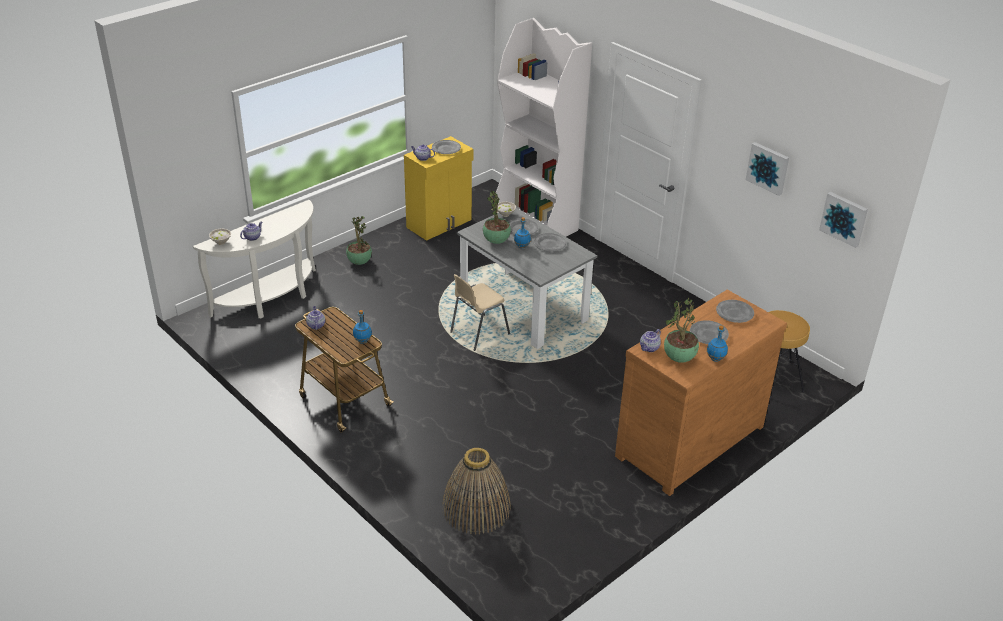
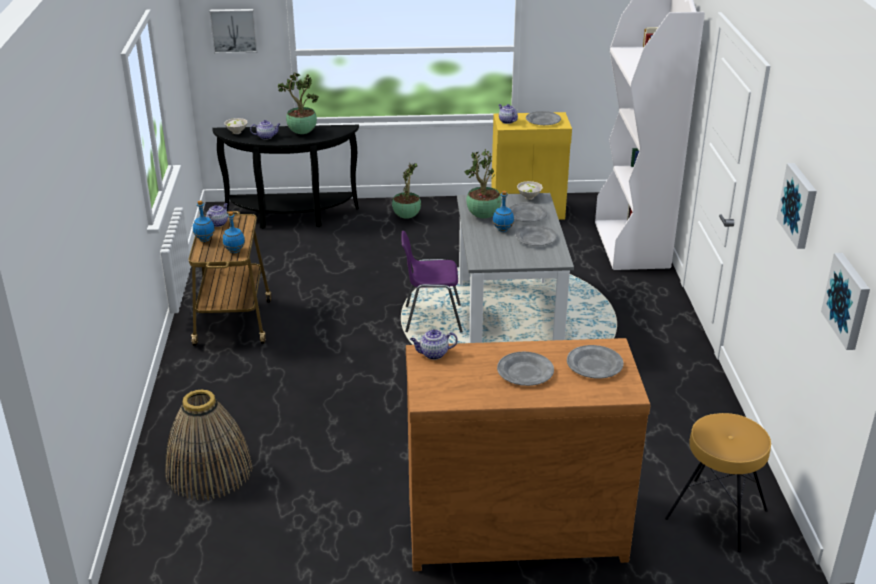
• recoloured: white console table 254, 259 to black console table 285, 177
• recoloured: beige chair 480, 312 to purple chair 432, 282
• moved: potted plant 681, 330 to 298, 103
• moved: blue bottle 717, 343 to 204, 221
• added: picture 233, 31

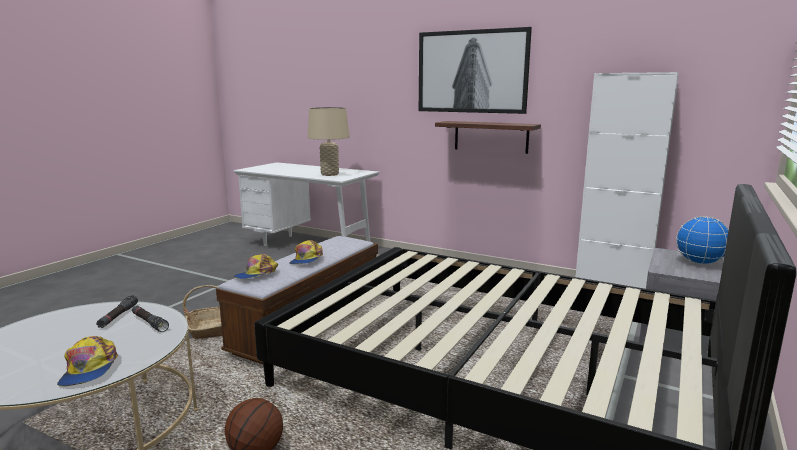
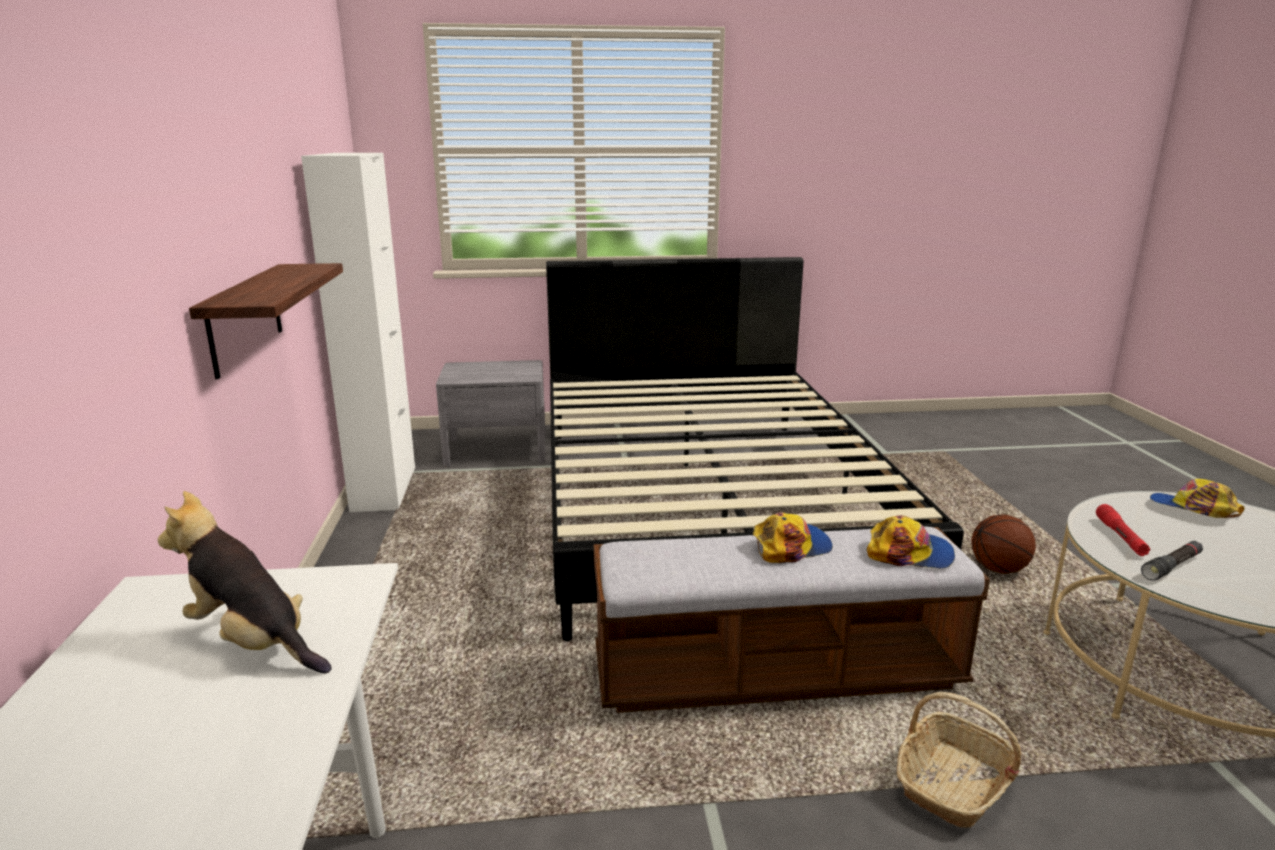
• removed: picture 475, 70
• replaced: beige table lamp 328, 141 to plush toy 244, 582
• removed: globe 702, 240
• recoloured: black flashlight 150, 319 to red flashlight 1123, 530
• turned: cap 87, 361 = 1197, 498 90 degrees counterclockwise

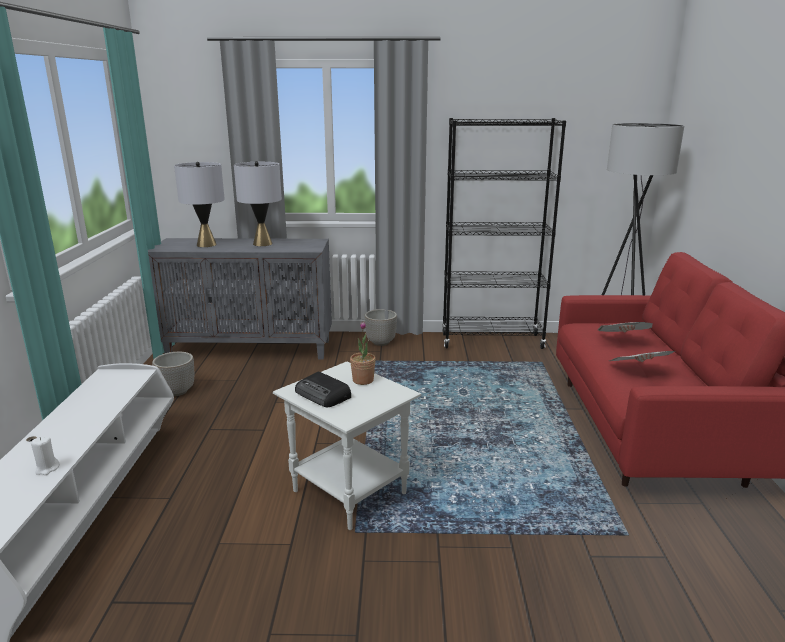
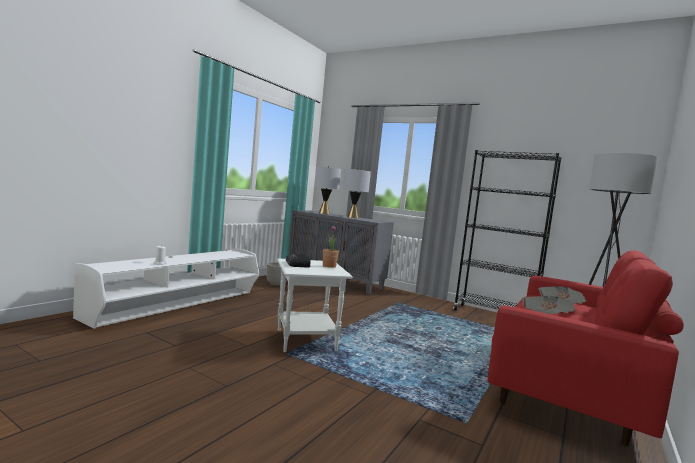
• removed: planter 380, 327

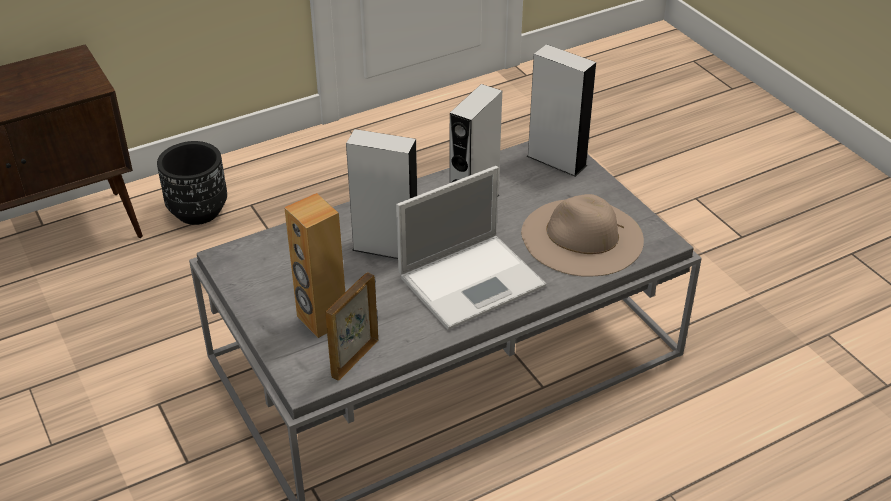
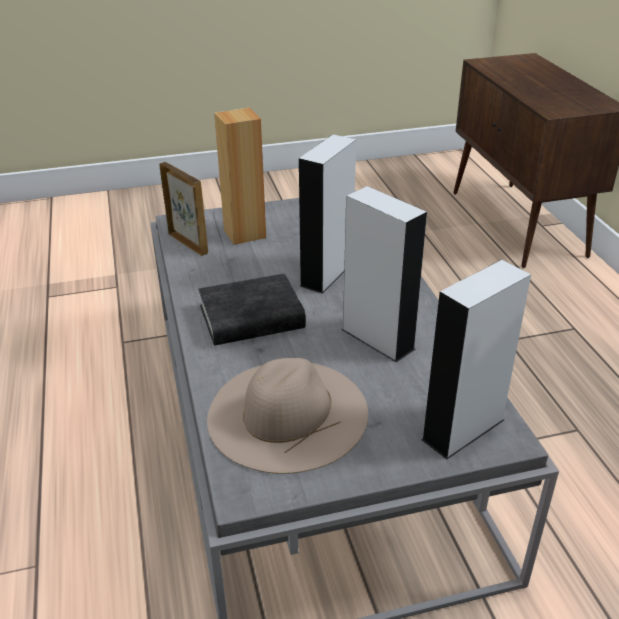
• removed: black planter 192, 183
• replaced: laptop 471, 248 to black book 252, 309

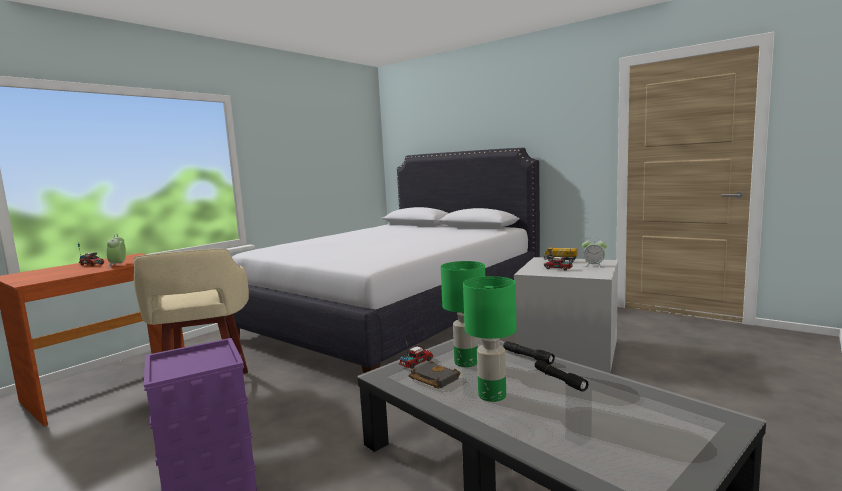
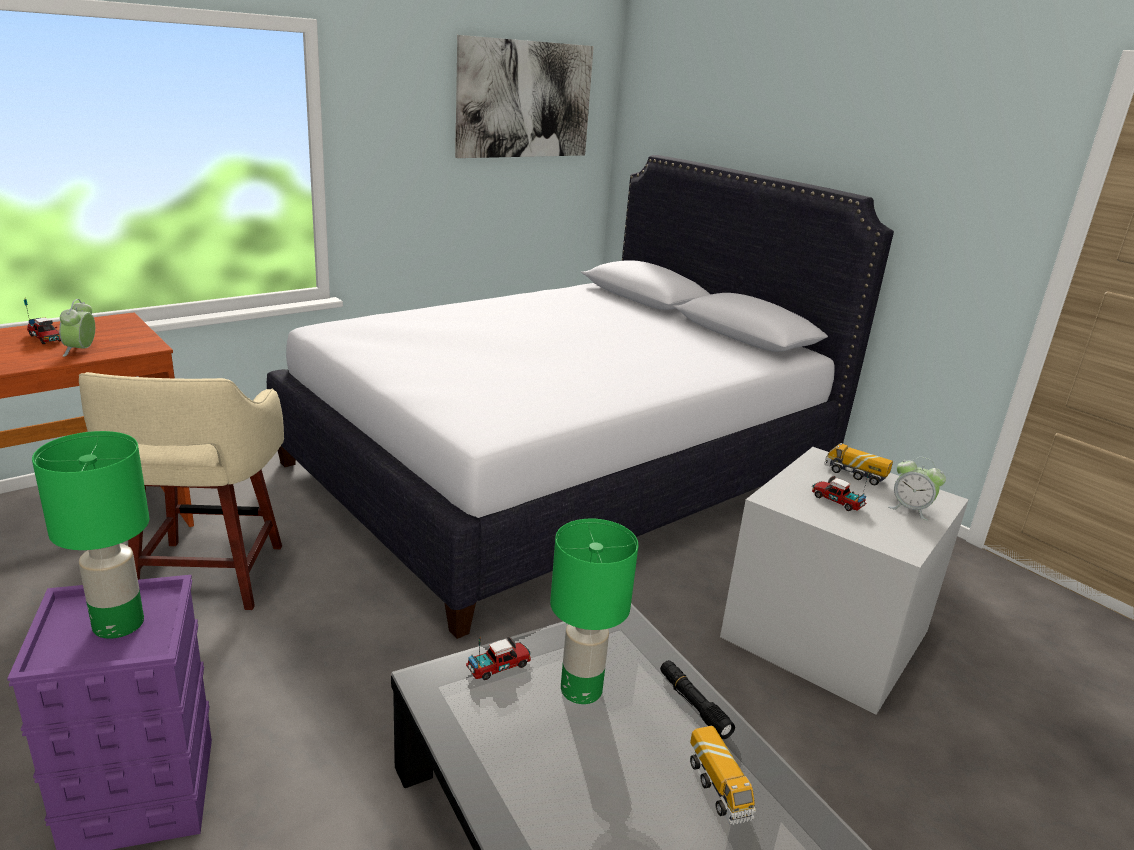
• moved: green table lamp 490, 339 to 90, 535
• replaced: black flashlight 561, 376 to toy truck 723, 775
• removed: black book 435, 375
• added: picture 524, 96

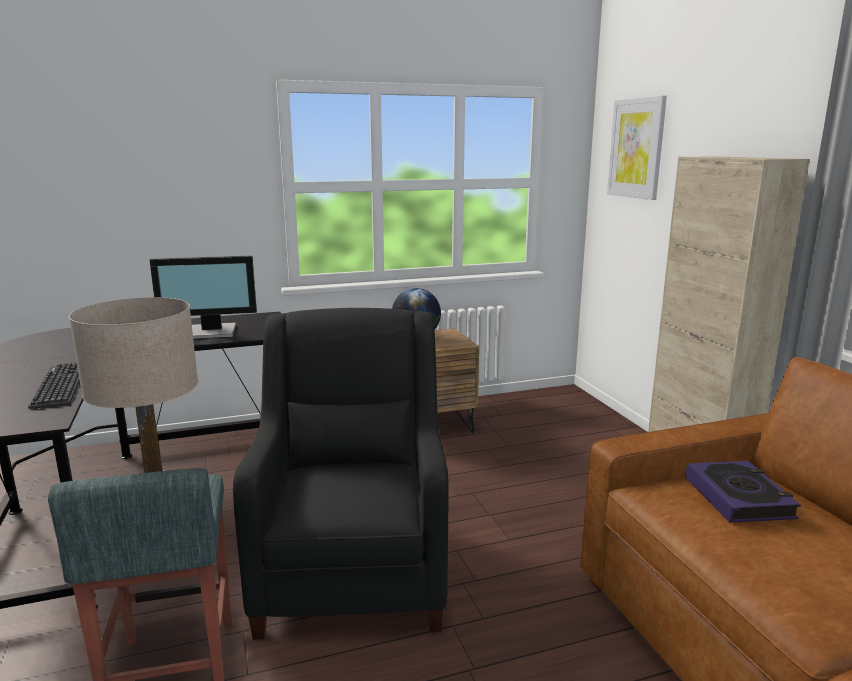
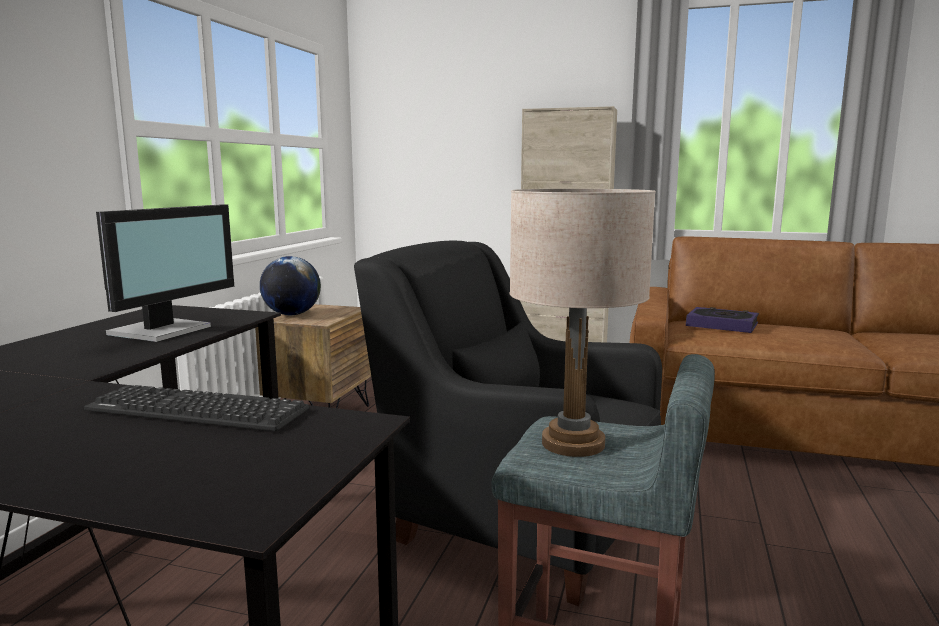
• removed: picture 637, 148

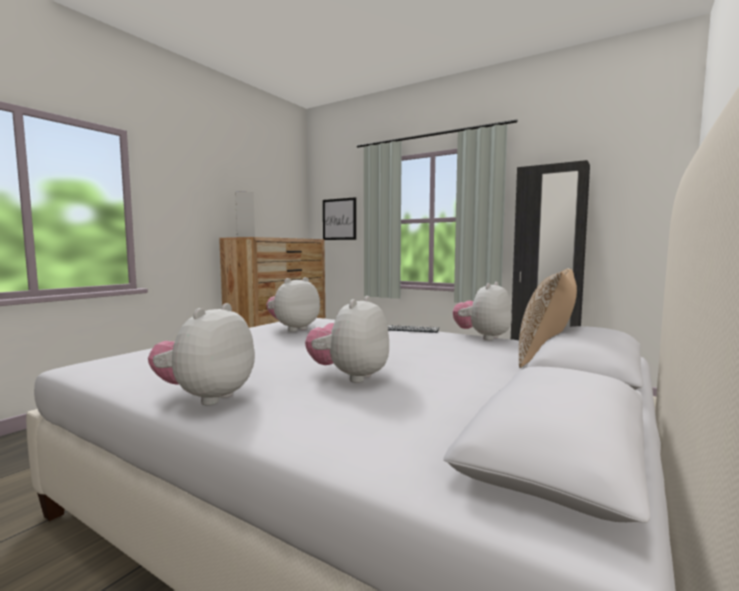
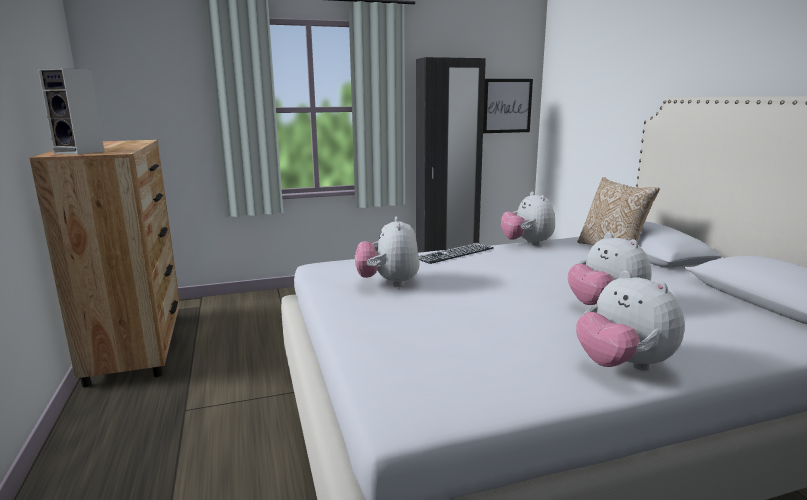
• moved: picture 339, 218 to 508, 106

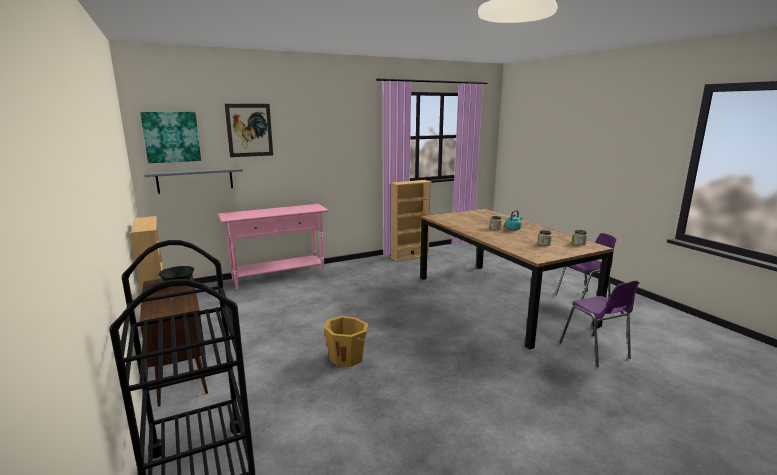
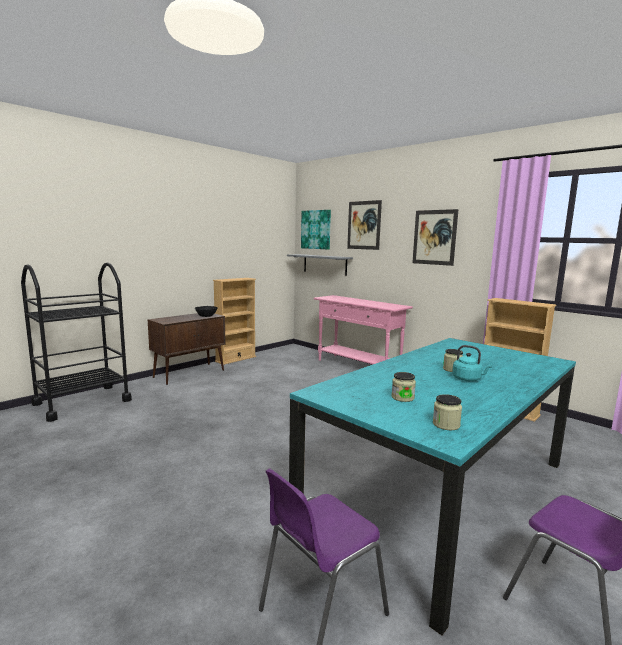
• recoloured: brown dining table 517, 279 to turquoise dining table 432, 486
• removed: orange bucket 346, 341
• added: picture 435, 237

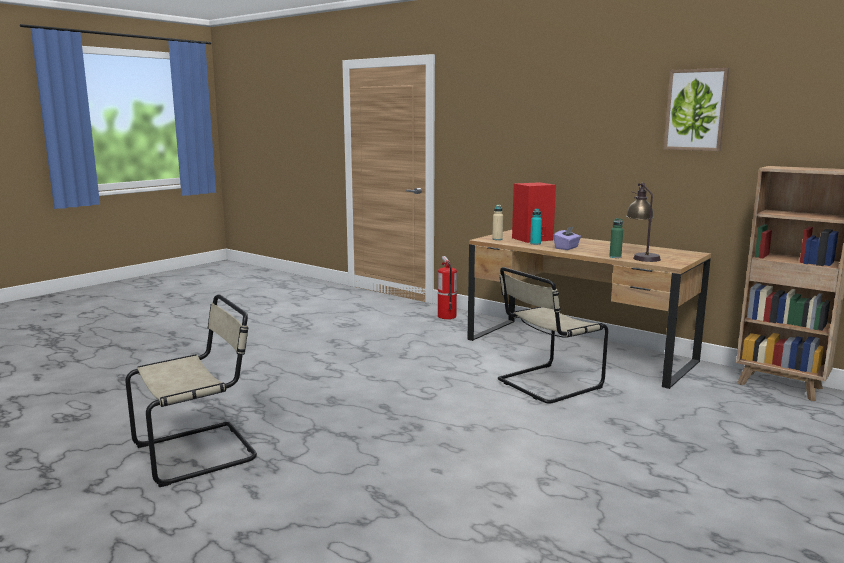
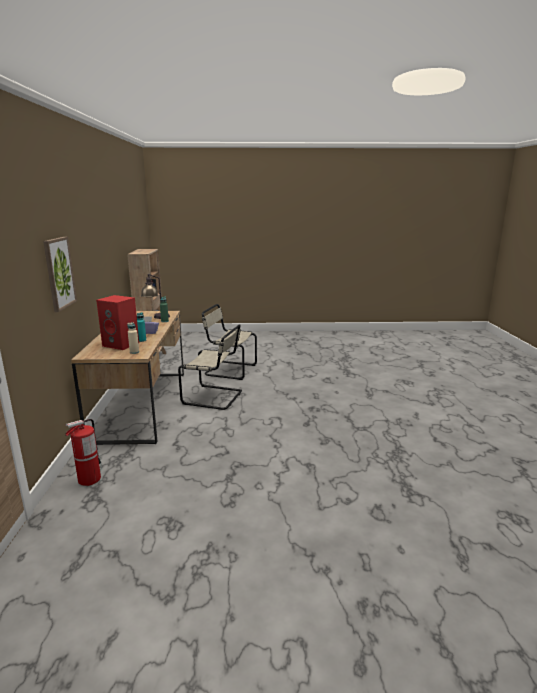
• moved: picture 696, 109 to 60, 274
• moved: beige chair 191, 390 to 229, 342

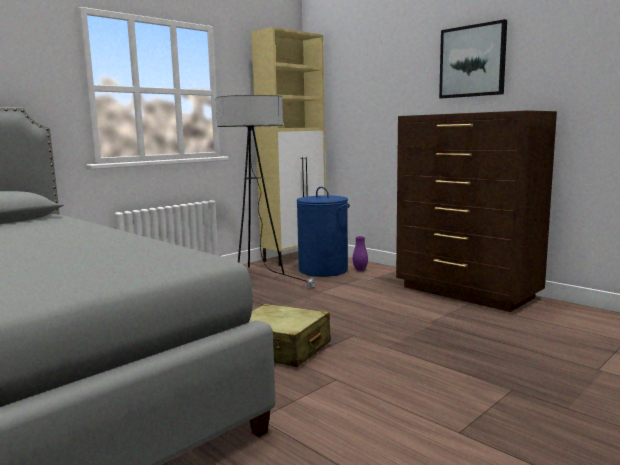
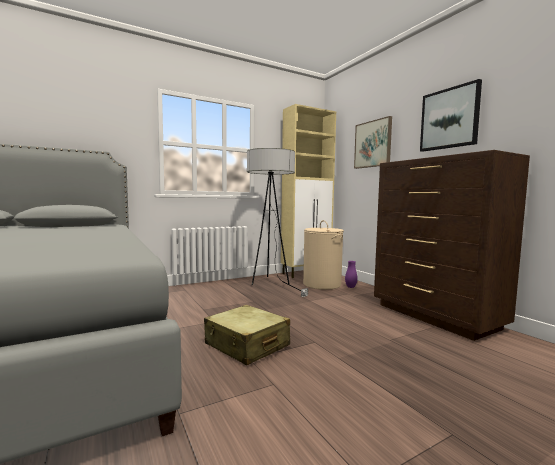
• recoloured: blue laundry basket 323, 232 to beige laundry basket 323, 255
• added: picture 373, 142

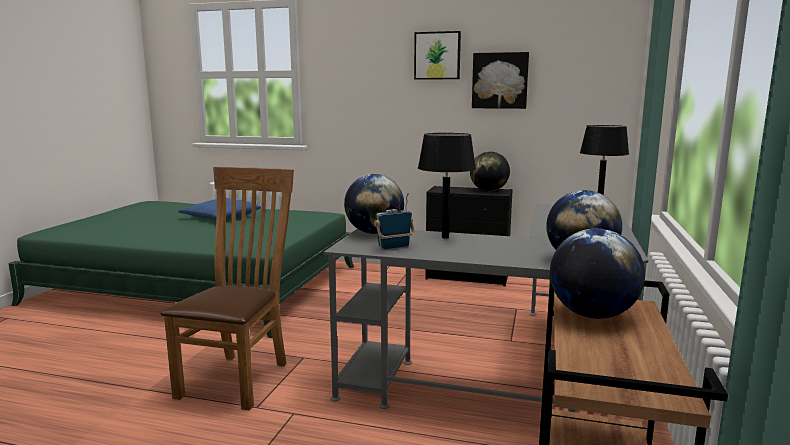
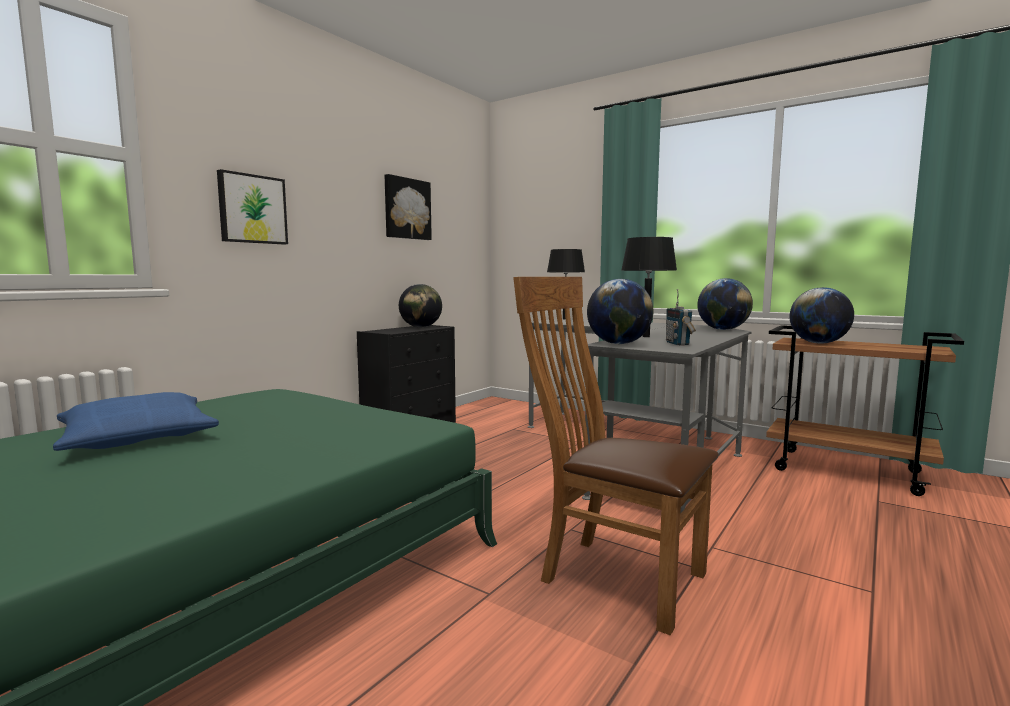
• moved: picture 437, 55 to 252, 206

